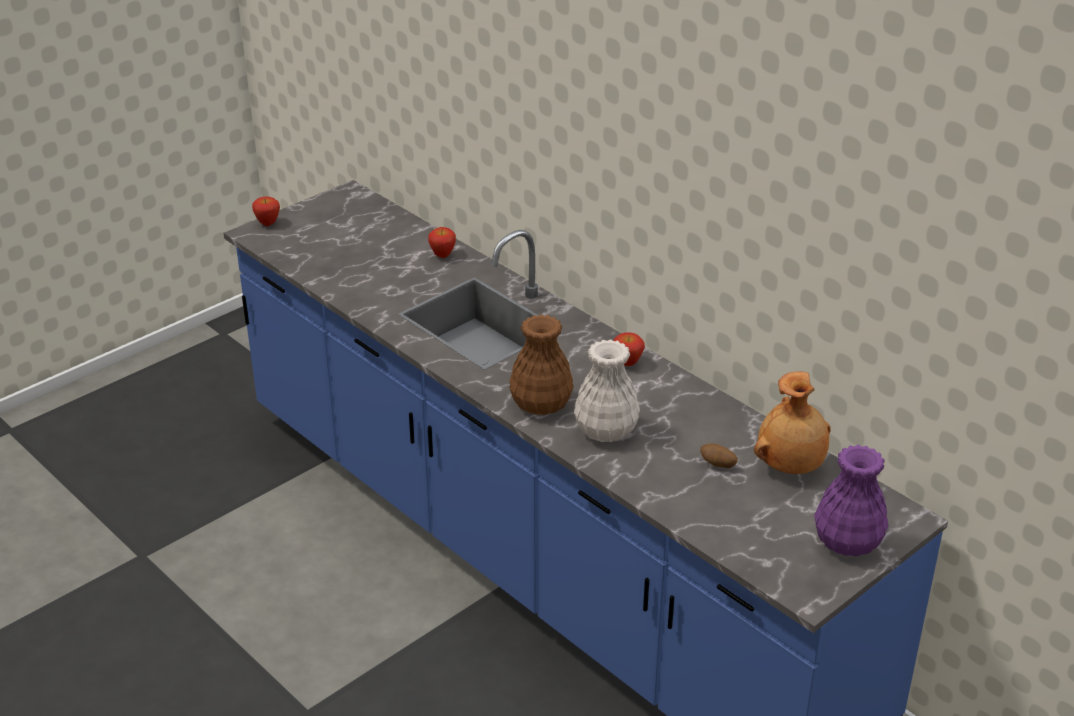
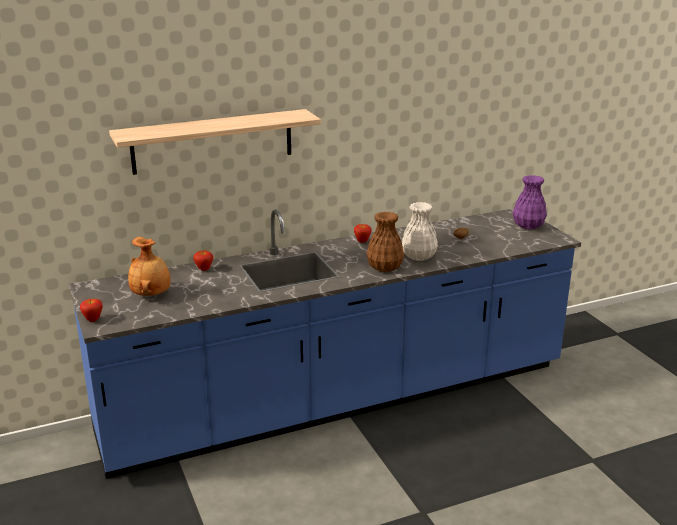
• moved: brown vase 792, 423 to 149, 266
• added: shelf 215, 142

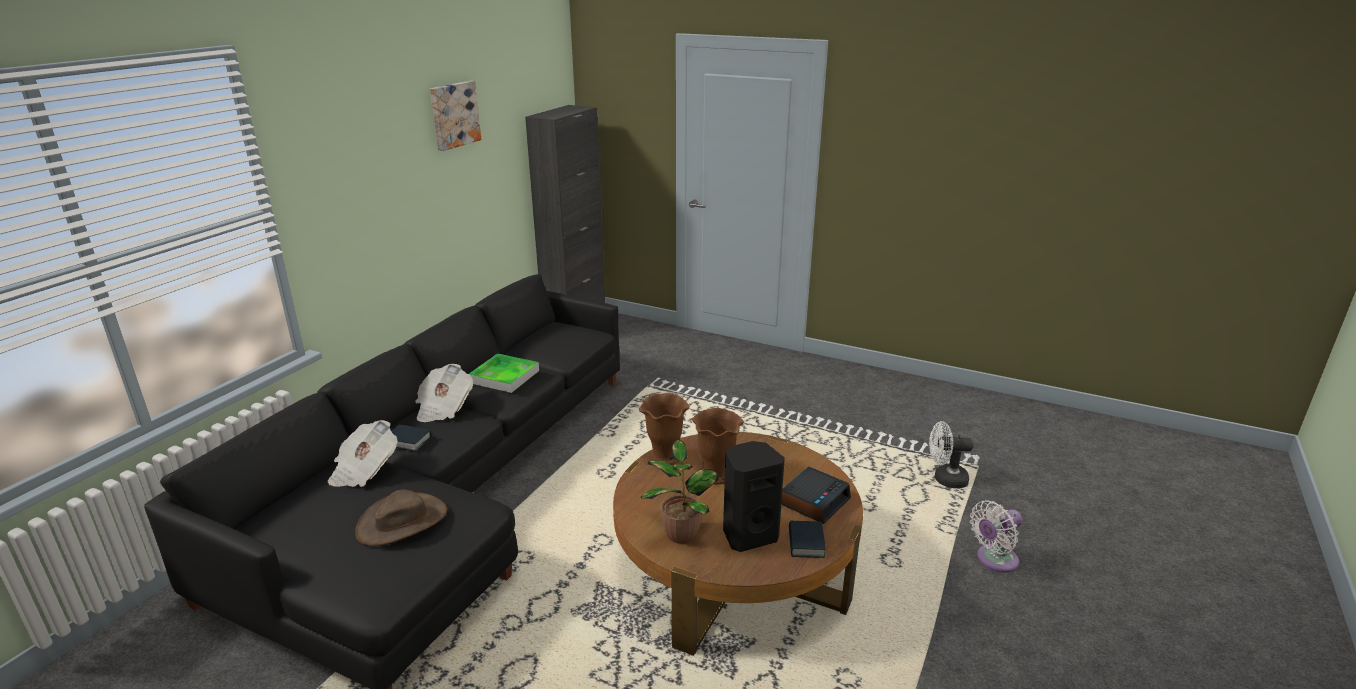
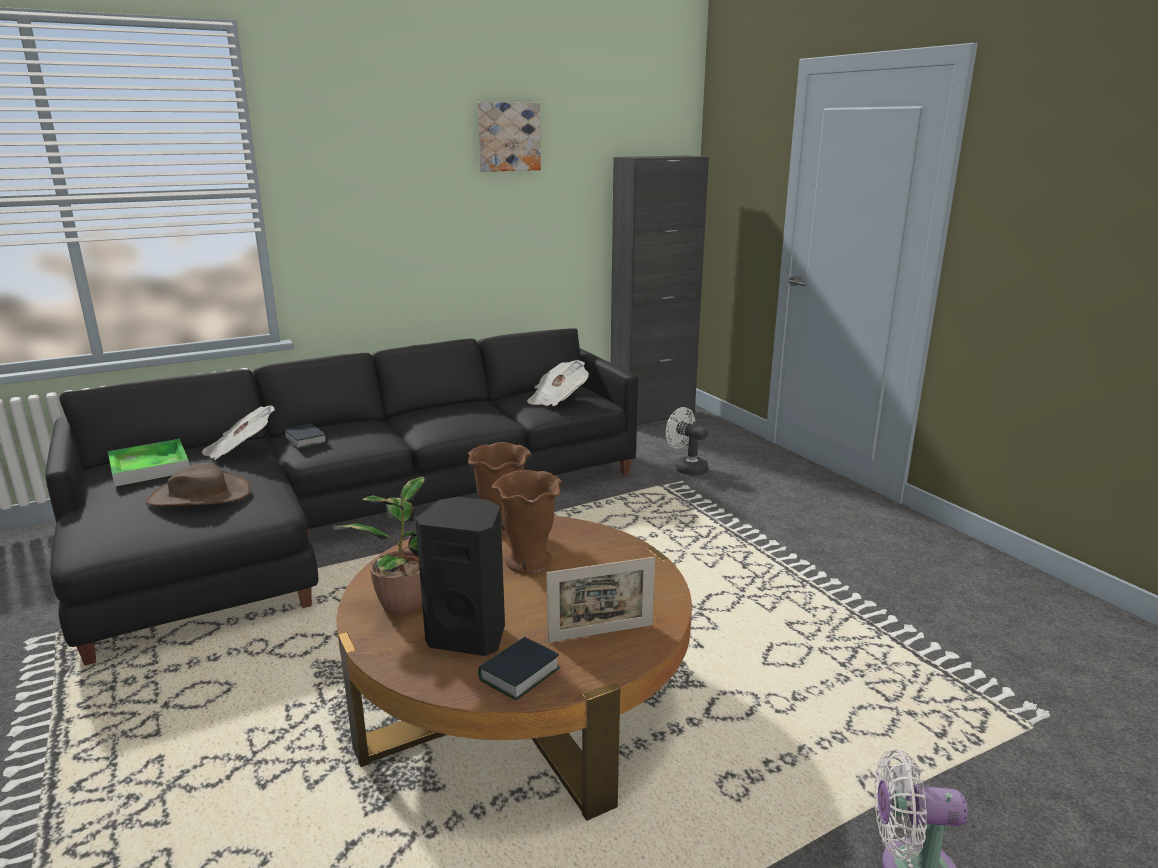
• moved: tray 504, 373 to 148, 463
• moved: newspaper 444, 393 to 558, 383
• moved: white fan 951, 454 to 687, 441
• replaced: alarm clock 816, 495 to picture frame 601, 600

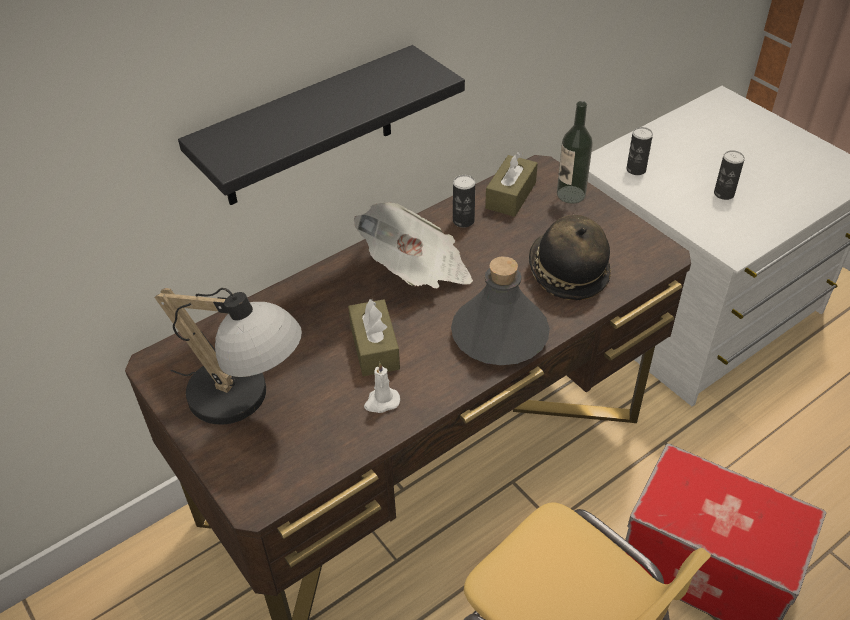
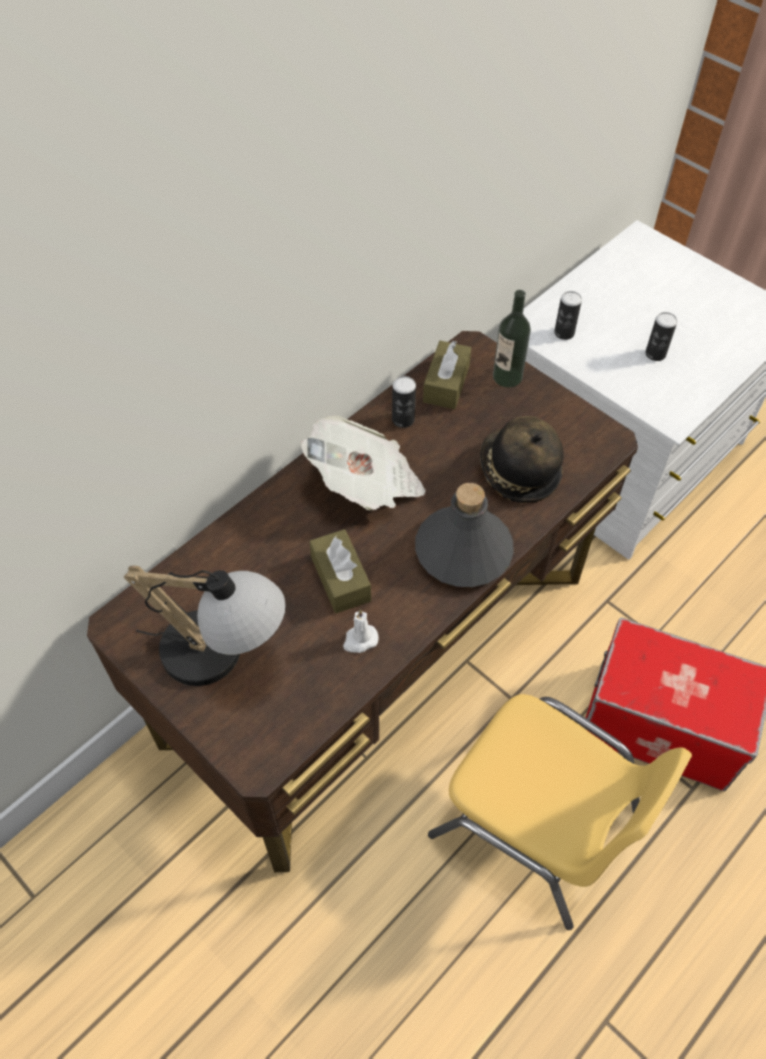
• removed: black shelf 321, 125

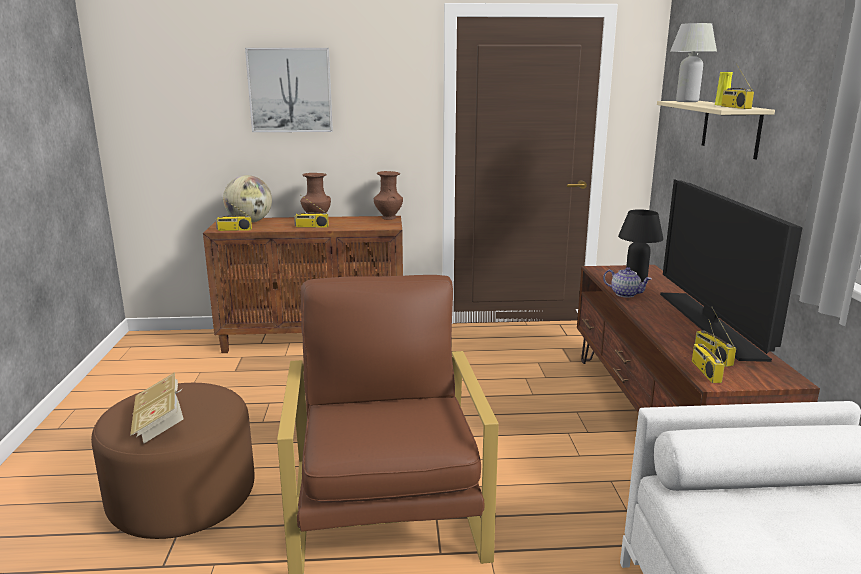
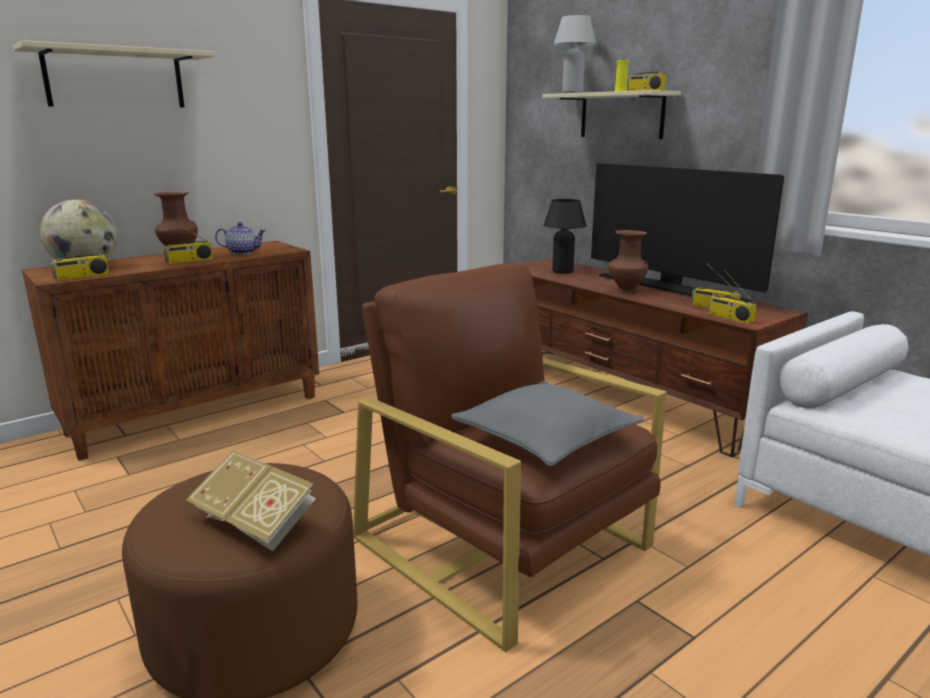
• replaced: picture 289, 90 to beige shelf 114, 74
• moved: brown vase 388, 195 to 628, 261
• moved: teapot 627, 282 to 240, 238
• added: grey pillow 547, 423

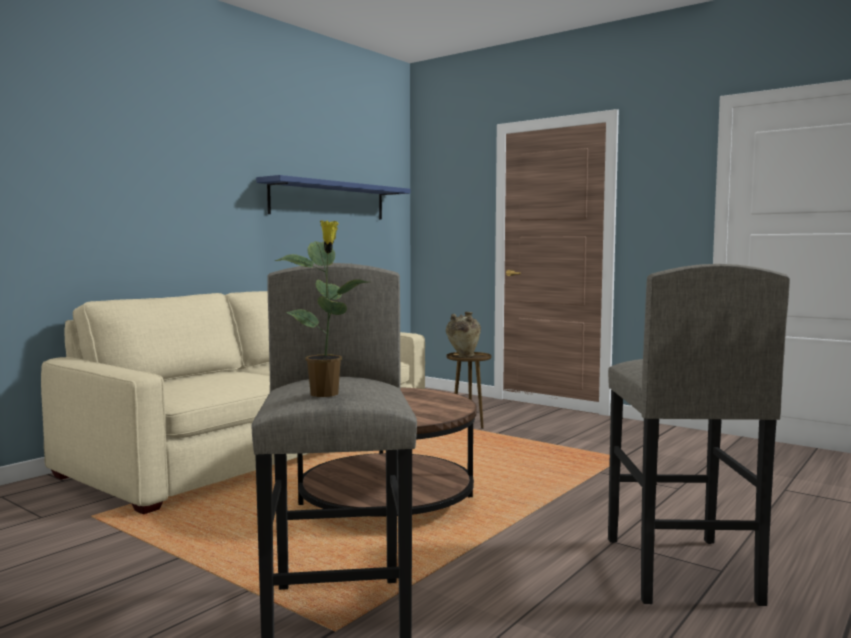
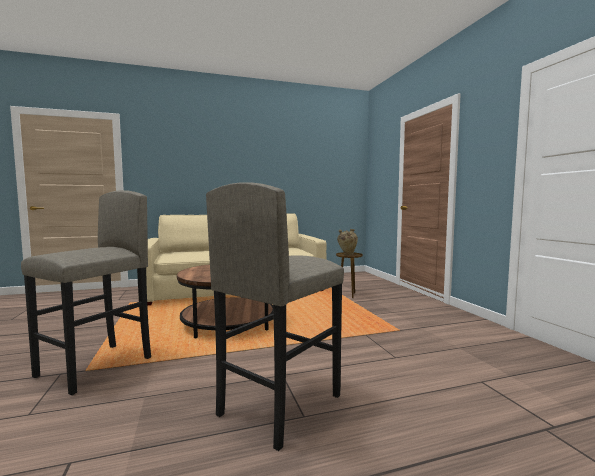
• removed: blue shelf 333, 197
• removed: potted plant 321, 309

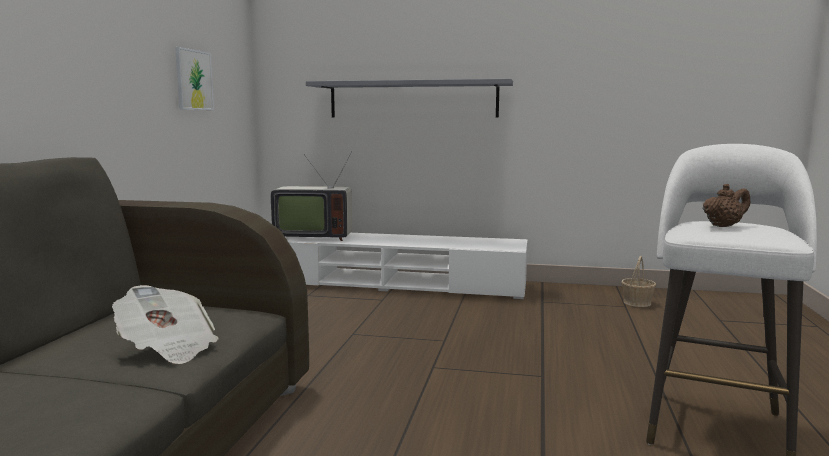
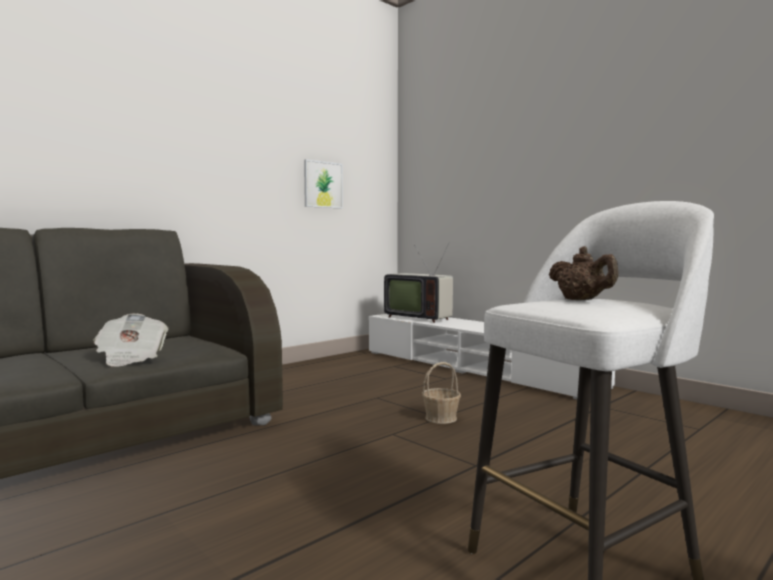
• removed: grey shelf 409, 98
• turned: brown teapot 726, 205 = 584, 273 45 degrees clockwise
• moved: basket 638, 281 to 441, 393

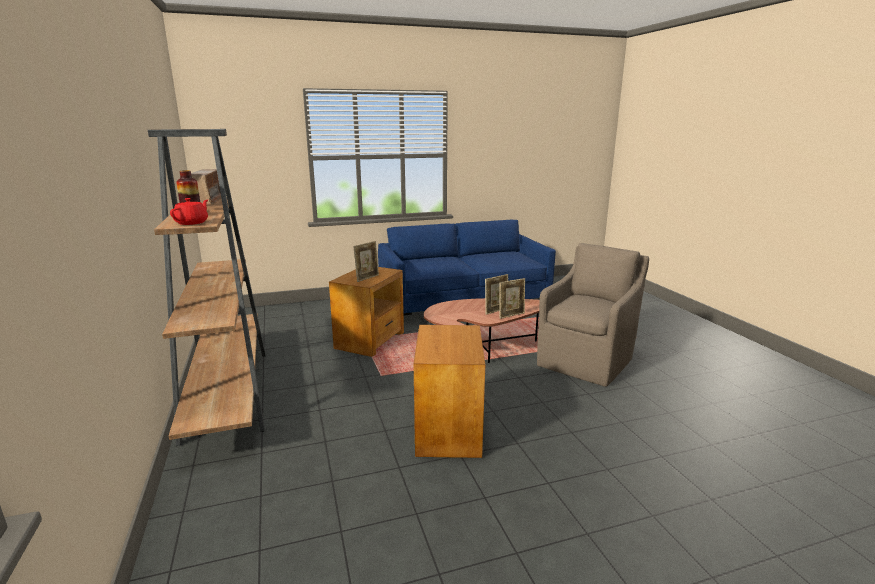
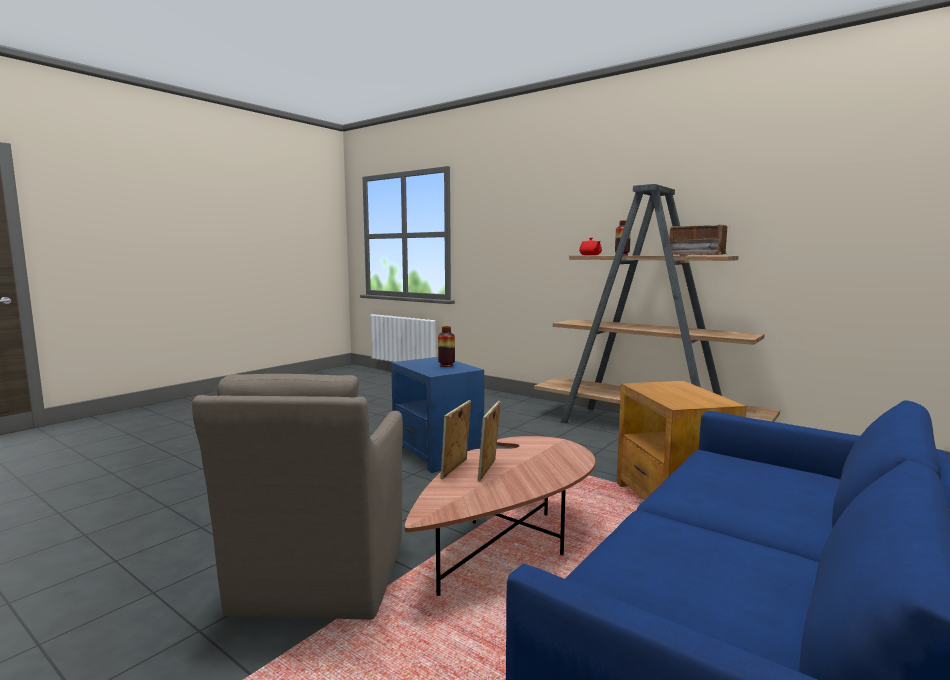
• removed: picture frame 366, 261
• recoloured: brown side table 449, 391 to blue side table 437, 415
• added: vase 446, 346

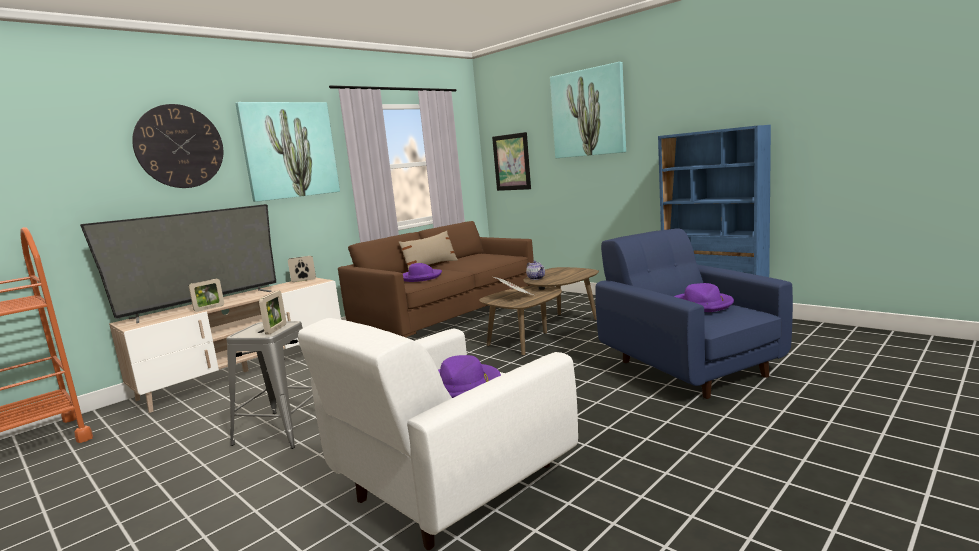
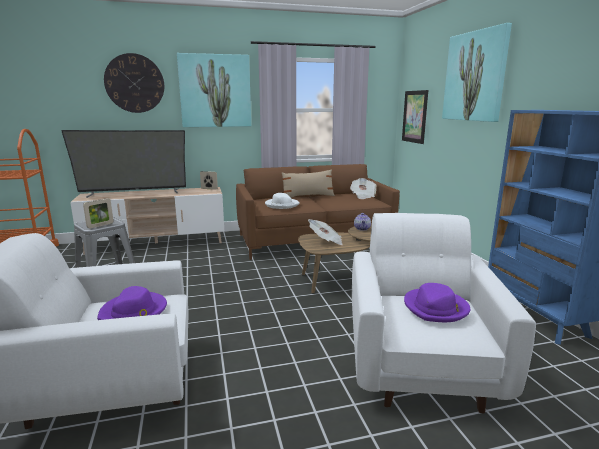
• recoloured: blue armchair 694, 313 to white armchair 444, 313
• recoloured: purple hat 422, 272 to white hat 282, 201
• removed: picture frame 206, 295
• added: newspaper 363, 188

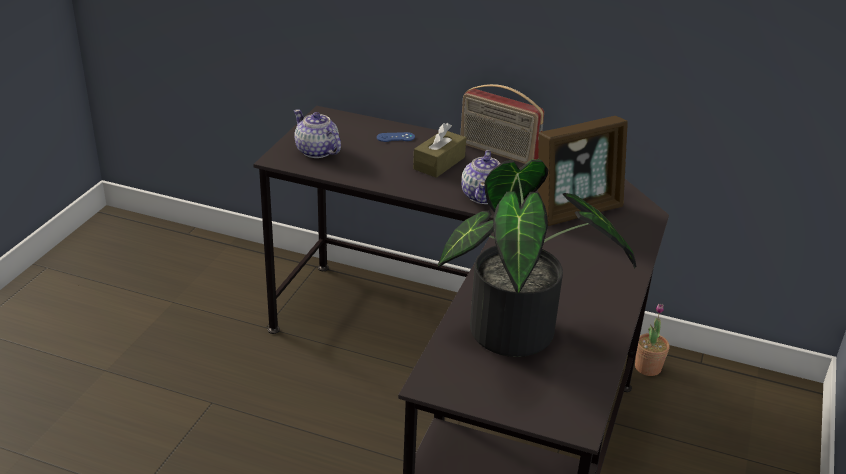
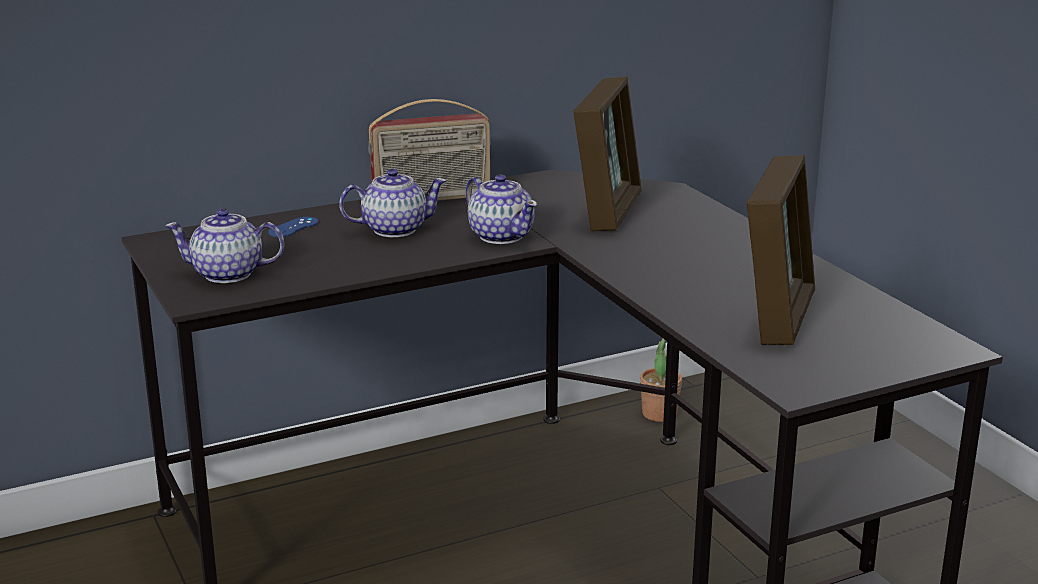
• replaced: brown tissue box 439, 150 to teapot 393, 203
• replaced: potted plant 537, 258 to picture frame 781, 250

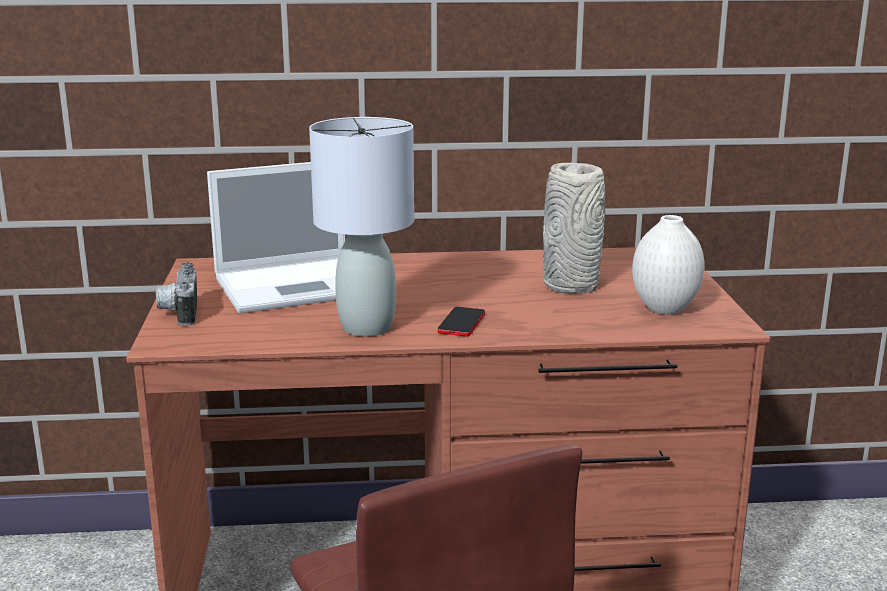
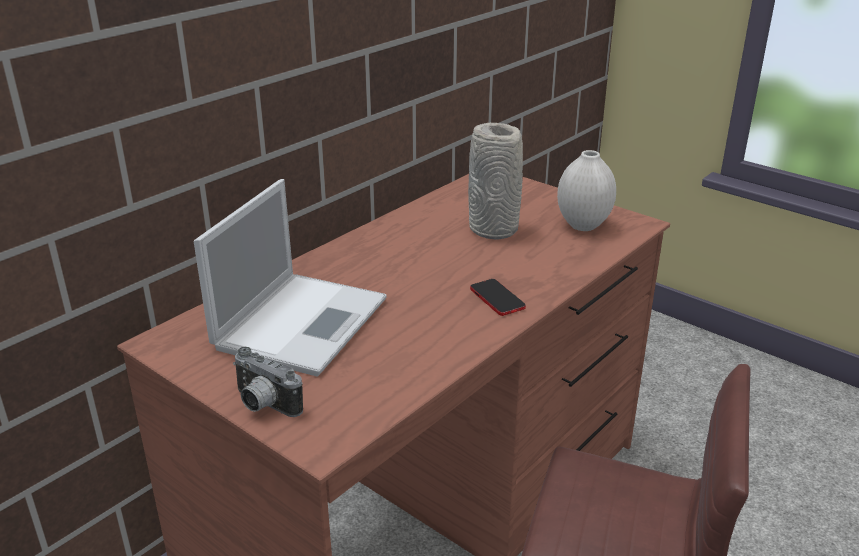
• removed: grey table lamp 361, 226

